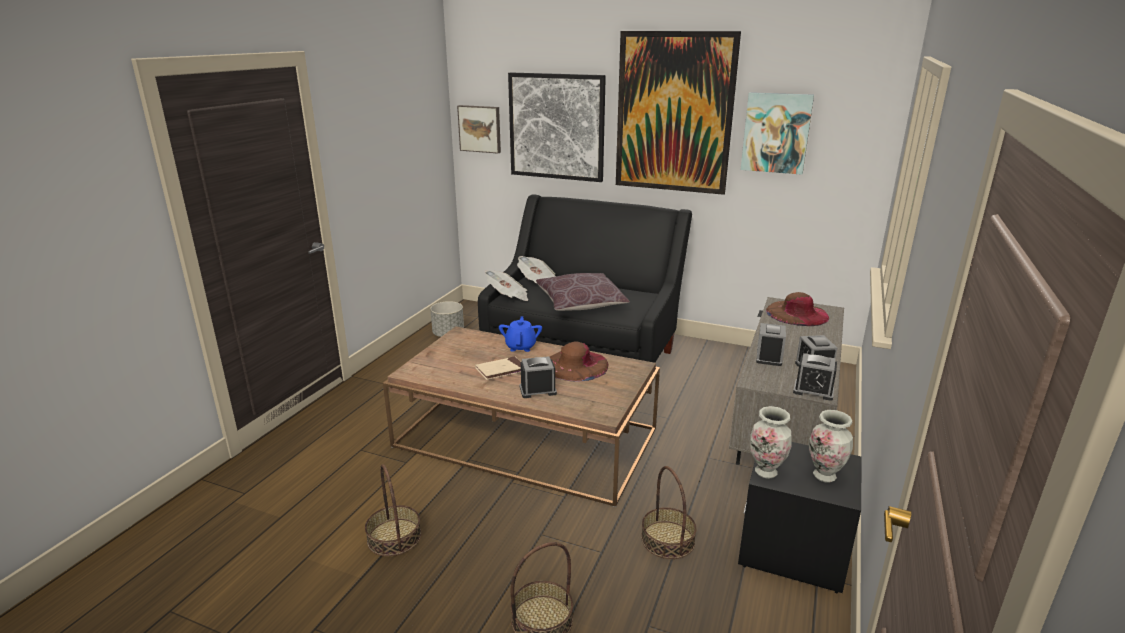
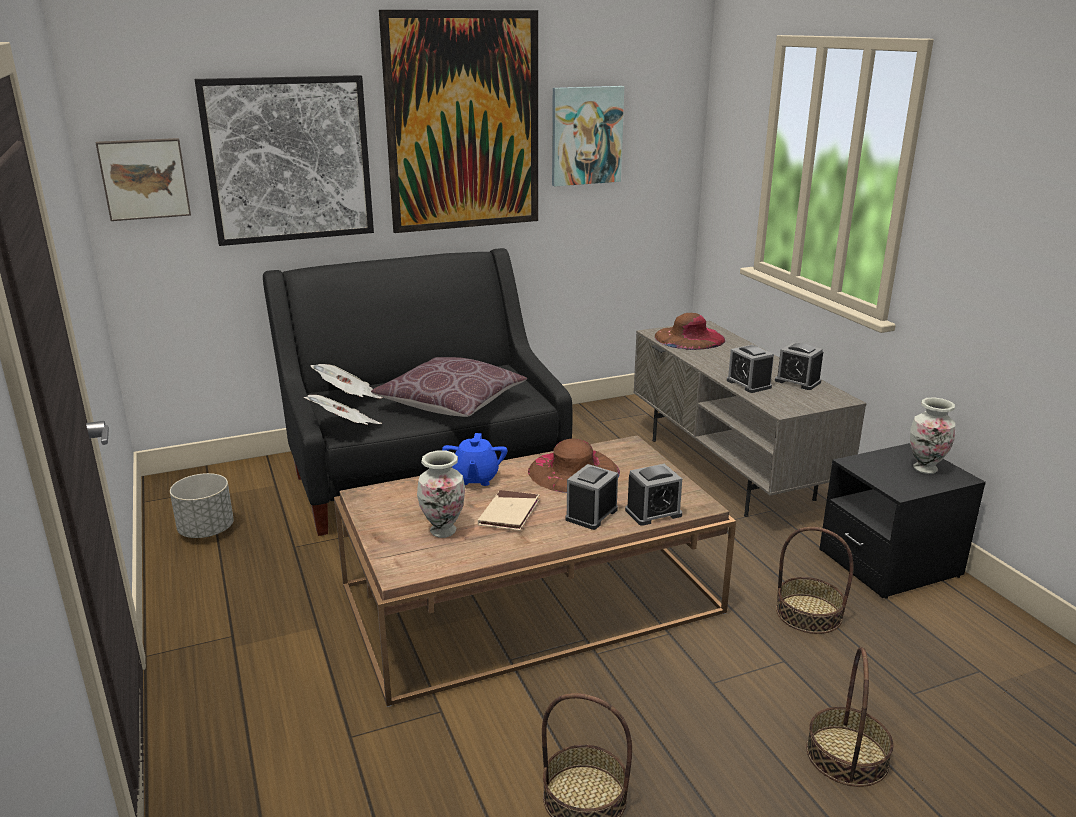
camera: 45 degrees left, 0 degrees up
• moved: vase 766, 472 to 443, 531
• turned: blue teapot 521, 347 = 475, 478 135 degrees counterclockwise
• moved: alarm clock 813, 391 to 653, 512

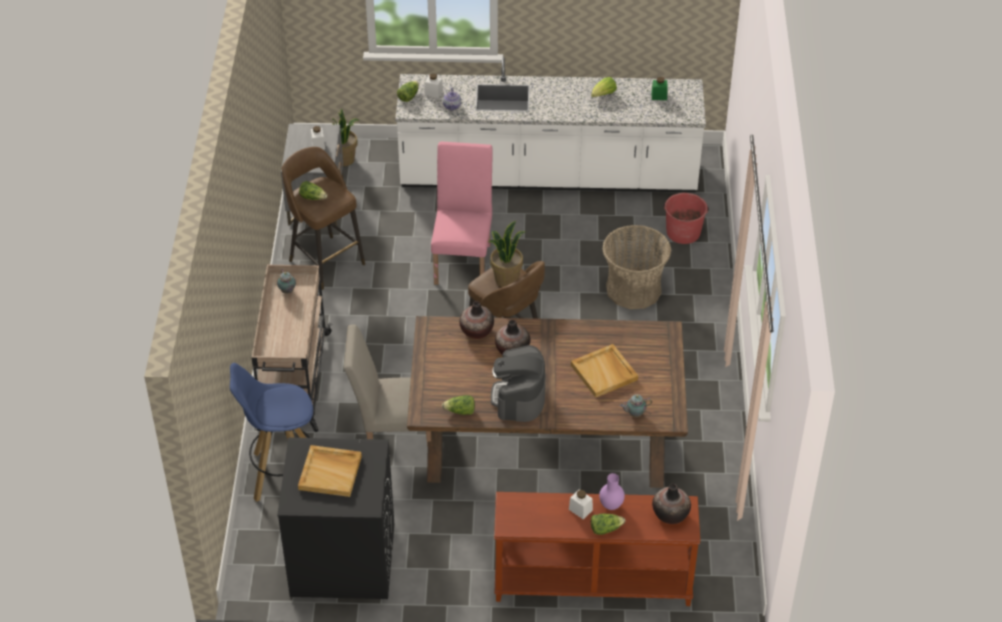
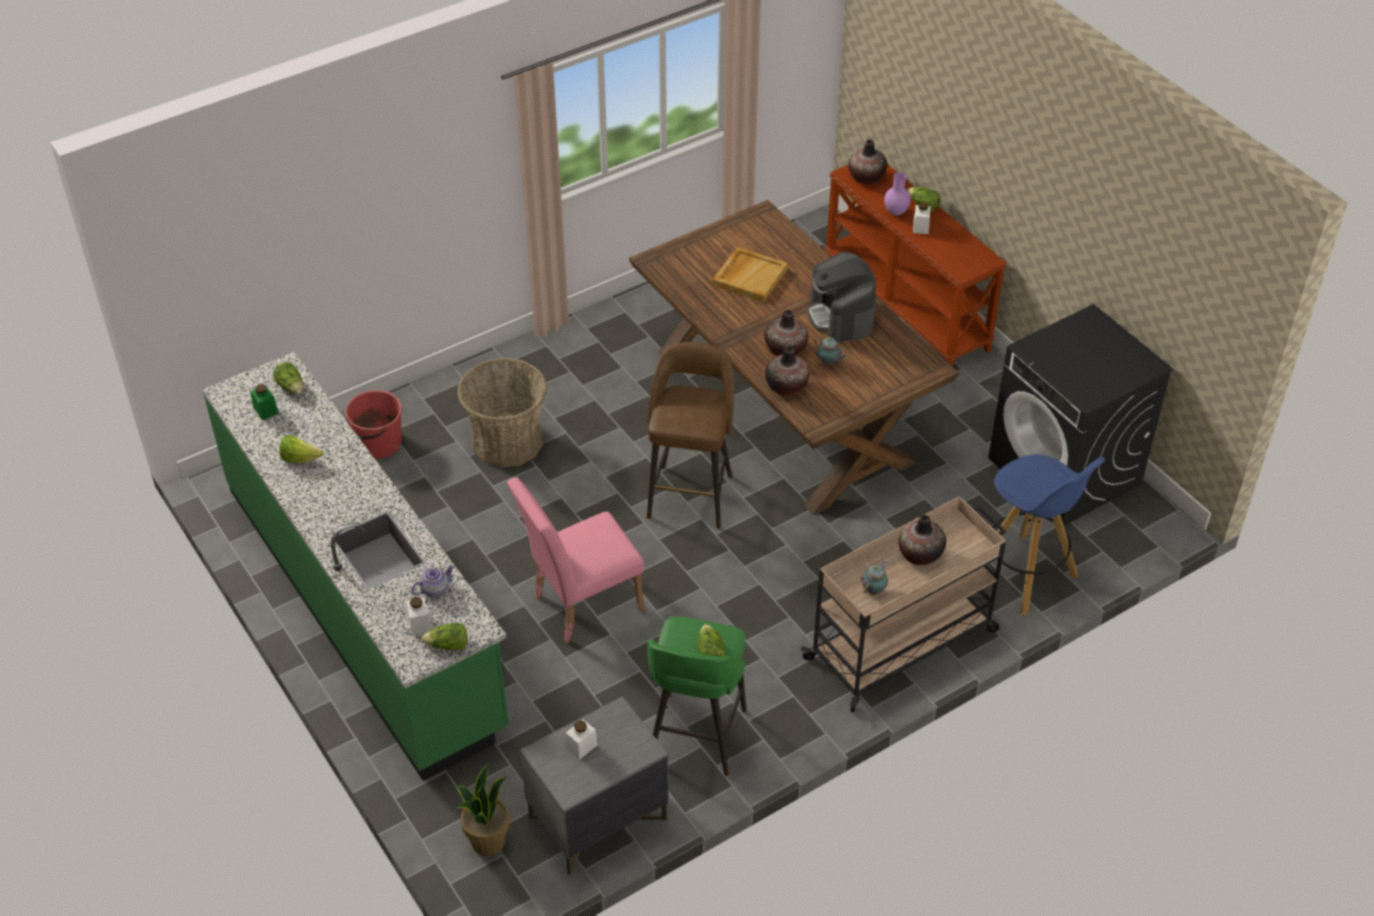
camera: 125 degrees left, 0 degrees up
• recoloured: white counter 548, 177 to green counter 364, 605
• moved: lettuce 460, 411 to 291, 387
• recoloured: brown stool 325, 261 to green stool 695, 737
• turned: coffee machine 519, 397 = 841, 316 105 degrees clockwise
• moved: teapot 634, 414 to 829, 363
• added: vase 920, 554
• removed: beige tray 331, 472
• removed: beige chair 393, 438
• removed: potted plant 506, 279

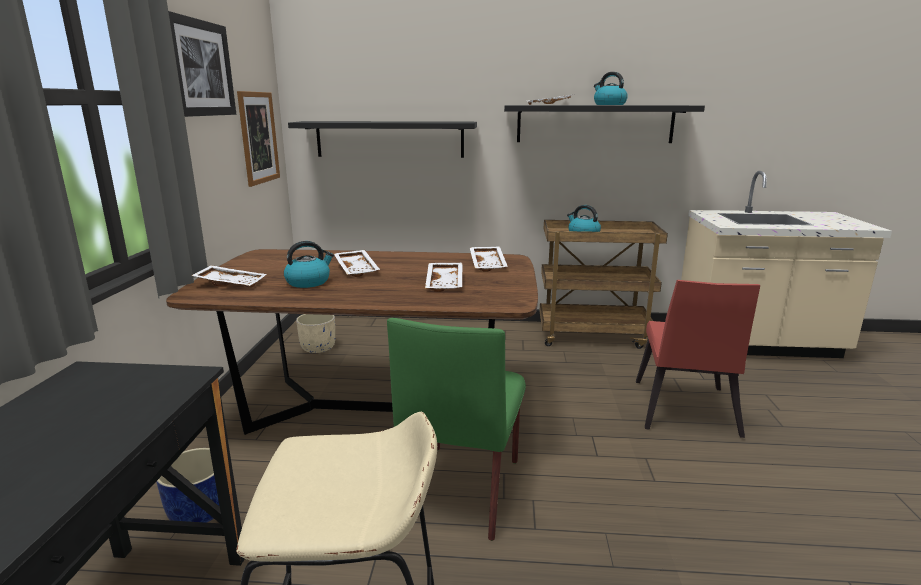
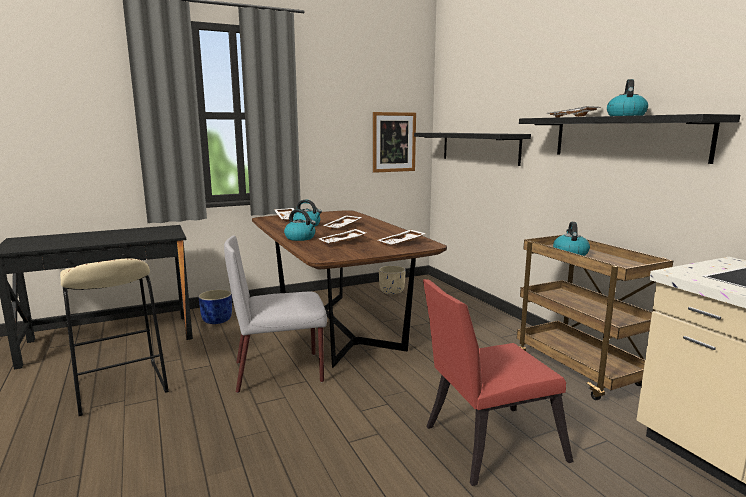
camera: 60 degrees right, 5 degrees down
• recoloured: green chair 461, 487 to grey chair 280, 371
• added: kettle 300, 238
• removed: picture 199, 68

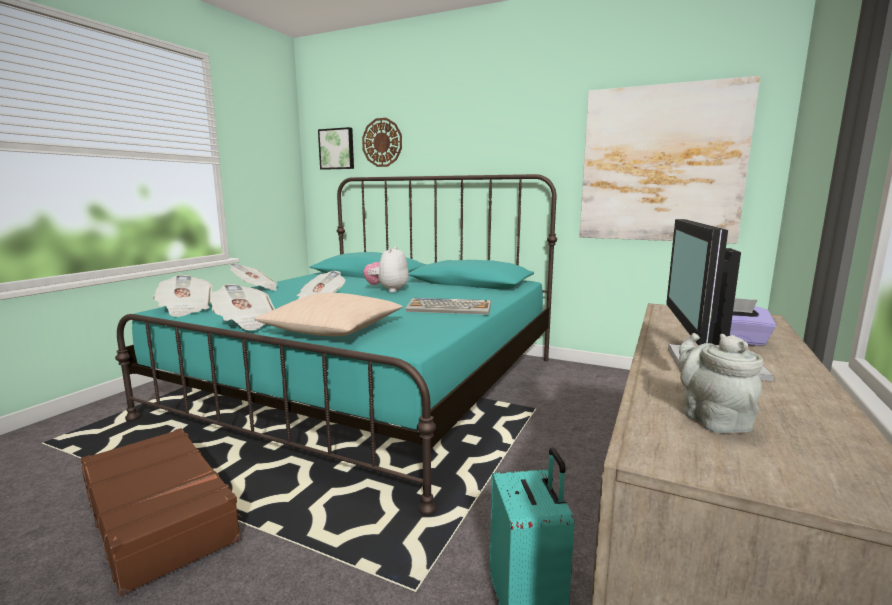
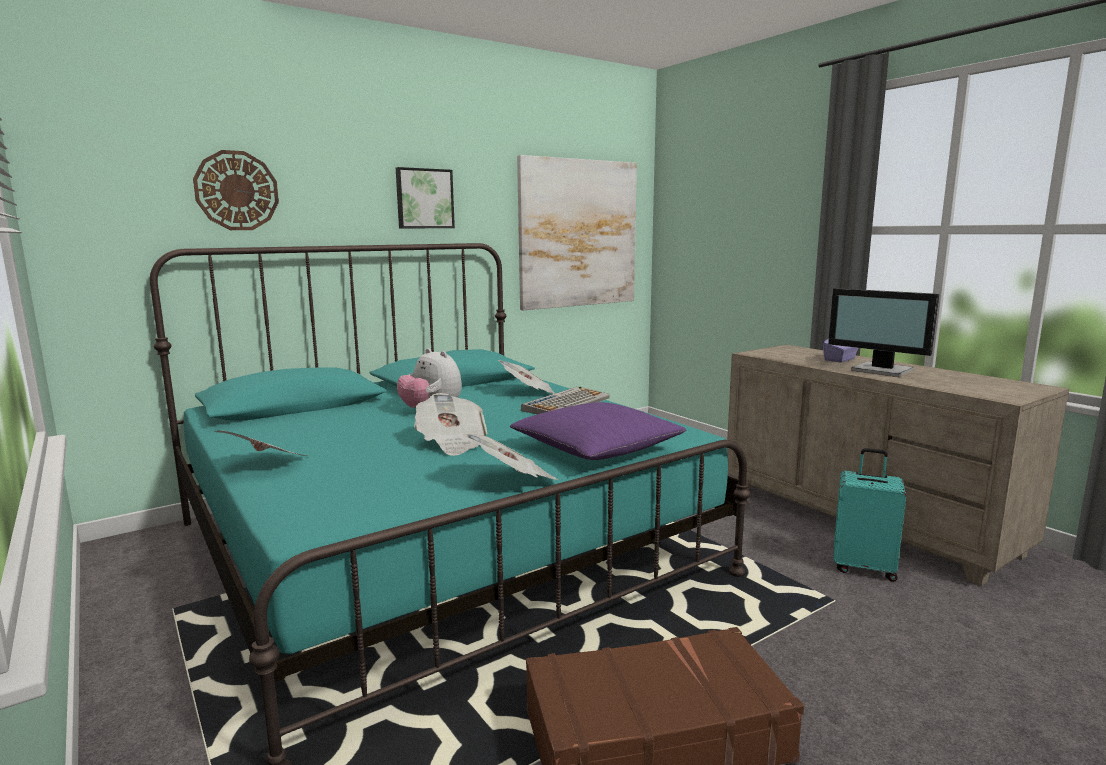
camera: 60 degrees left, 0 degrees up
• moved: picture 337, 149 to 424, 199
• moved: newspaper 185, 310 to 528, 392
• recoloured: beige pillow 334, 330 to purple pillow 596, 449
• removed: grey teapot 712, 419

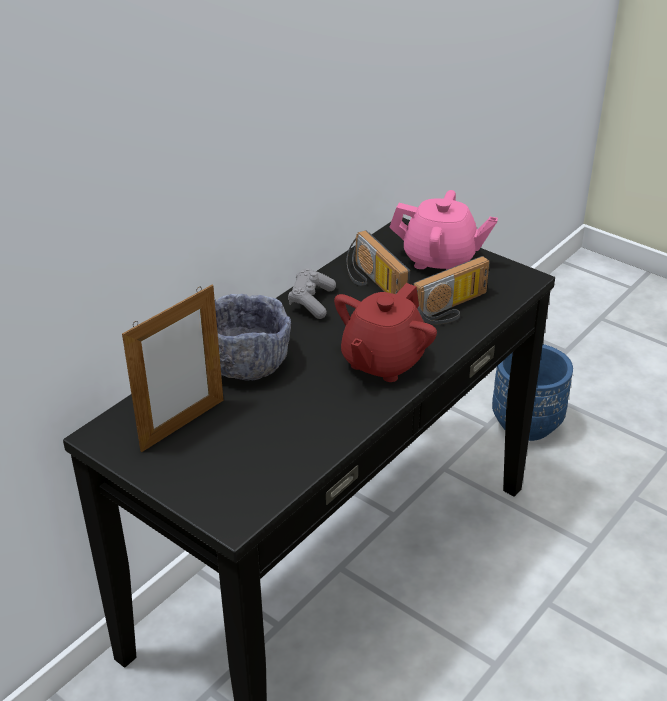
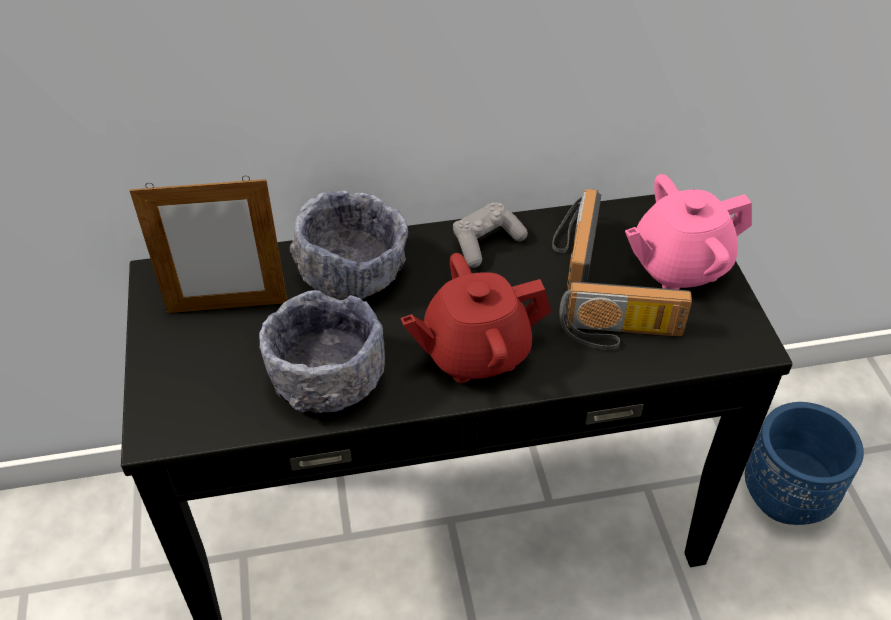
camera: 40 degrees right, 10 degrees up
• added: grey bowl 326, 378
• turned: pink teapot 440, 259 = 678, 266 105 degrees clockwise

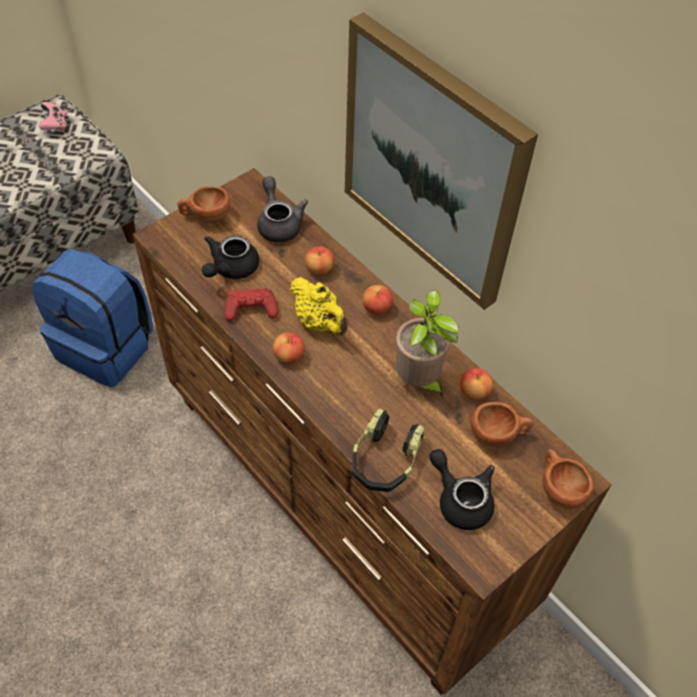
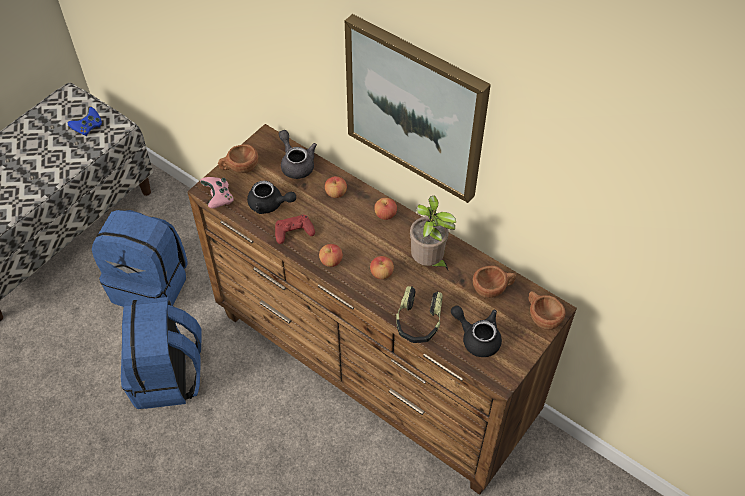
camera: 10 degrees left, 0 degrees up
• added: blue game controller 88, 128
• added: blue backpack 168, 377
• moved: pink game controller 55, 124 to 218, 198
• turned: black teapot 230, 269 = 270, 205 90 degrees counterclockwise
• moved: apple 474, 392 to 381, 273
• removed: yellow teapot 319, 322

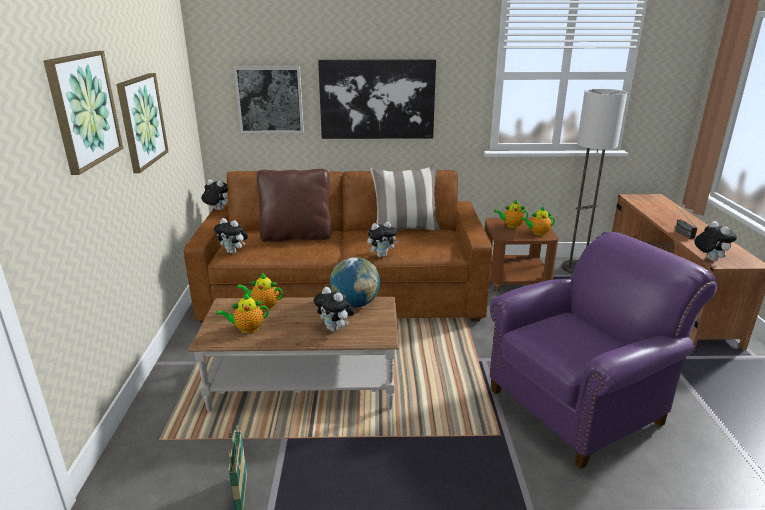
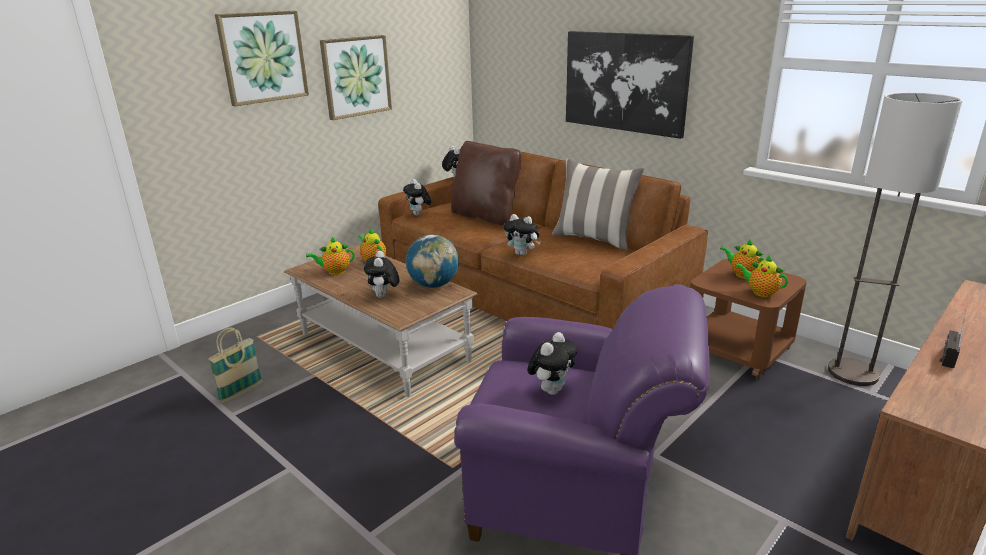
camera: 45 degrees right, 0 degrees up
• turned: teapot 247, 329 = 335, 272 45 degrees counterclockwise
• moved: plush toy 709, 259 to 551, 390
• removed: picture 270, 100

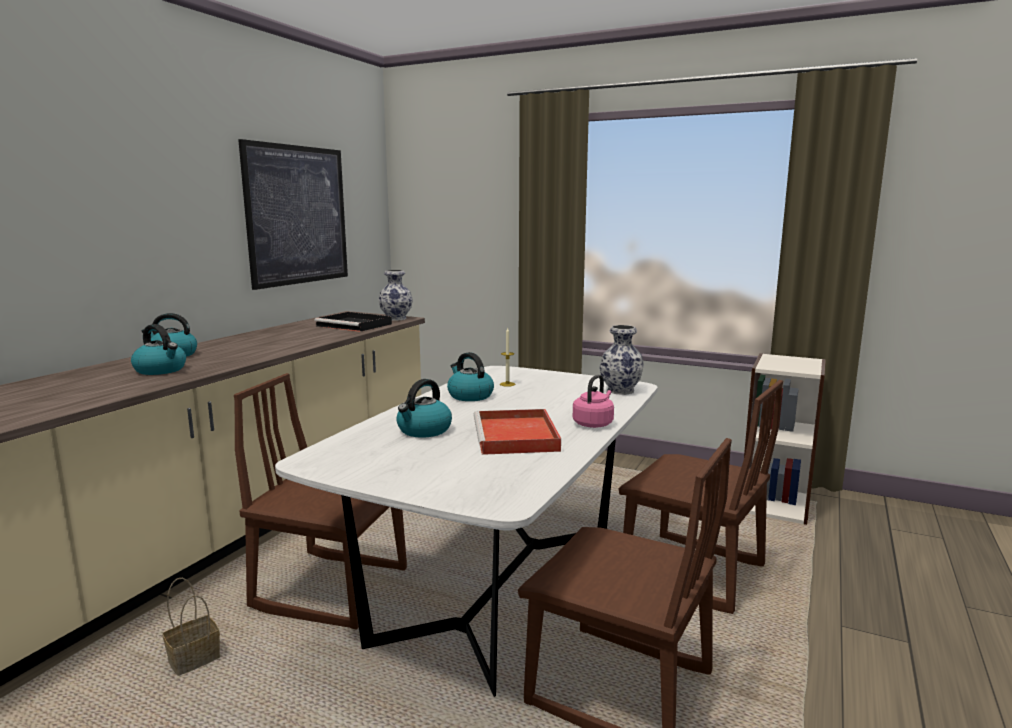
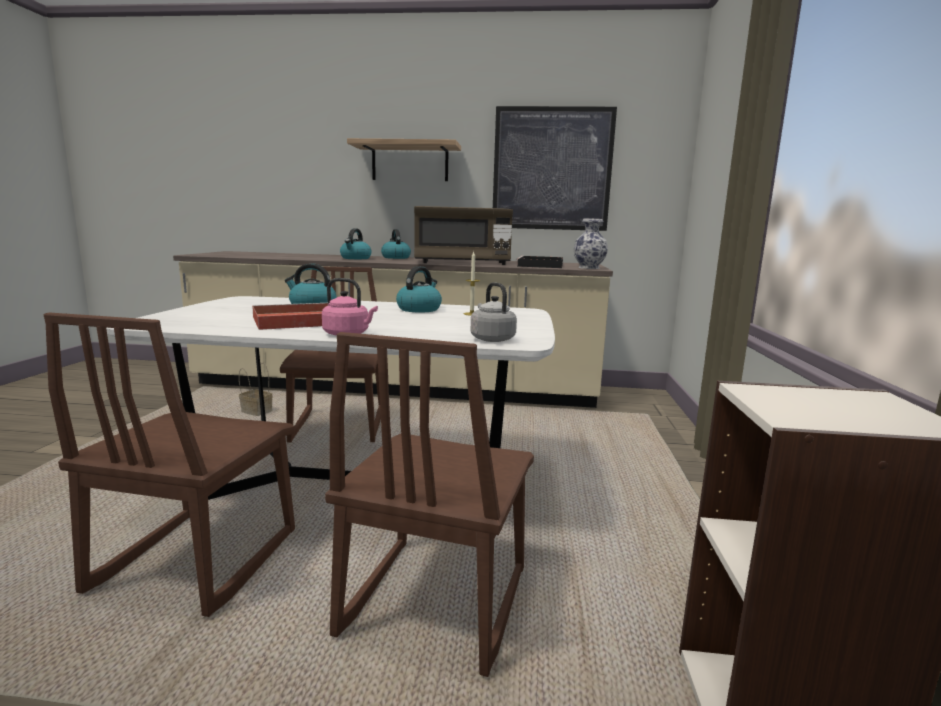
camera: 70 degrees right, 0 degrees up
• added: shelf 410, 162
• added: brown microwave 462, 263
• replaced: vase 620, 390 to grey kettle 491, 339

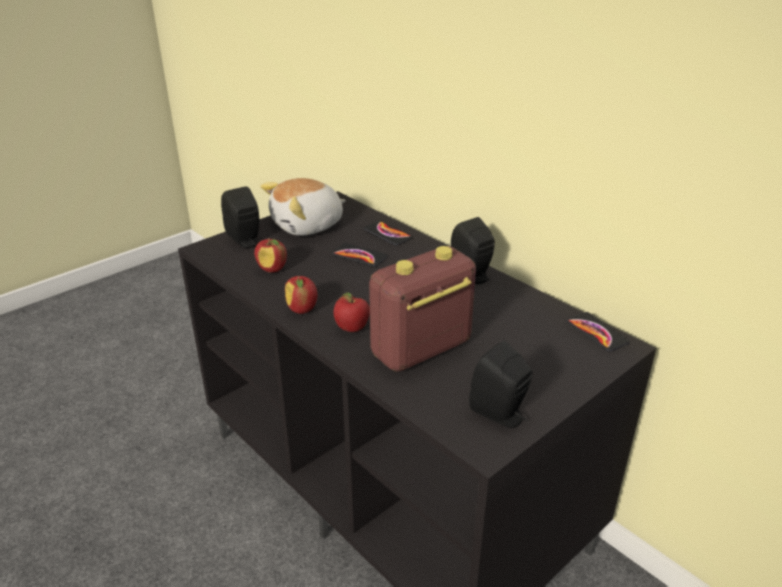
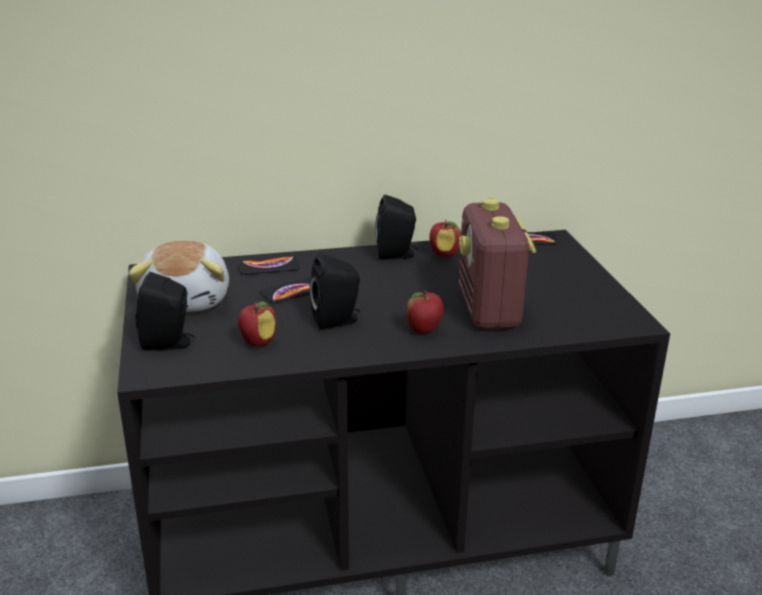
camera: 60 degrees left, 5 degrees down
• moved: black speaker 501, 415 to 337, 321
• moved: apple 302, 309 to 444, 254

